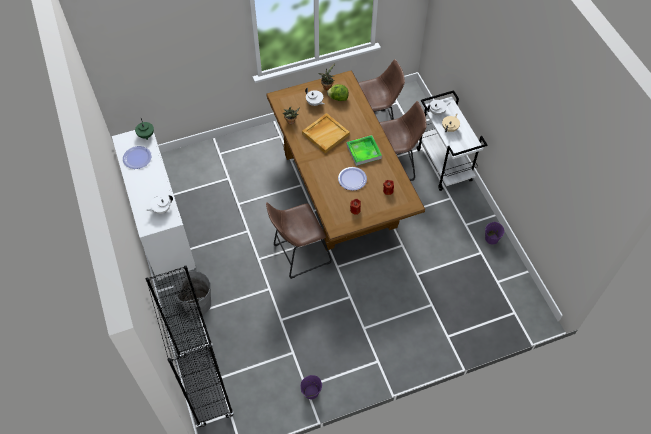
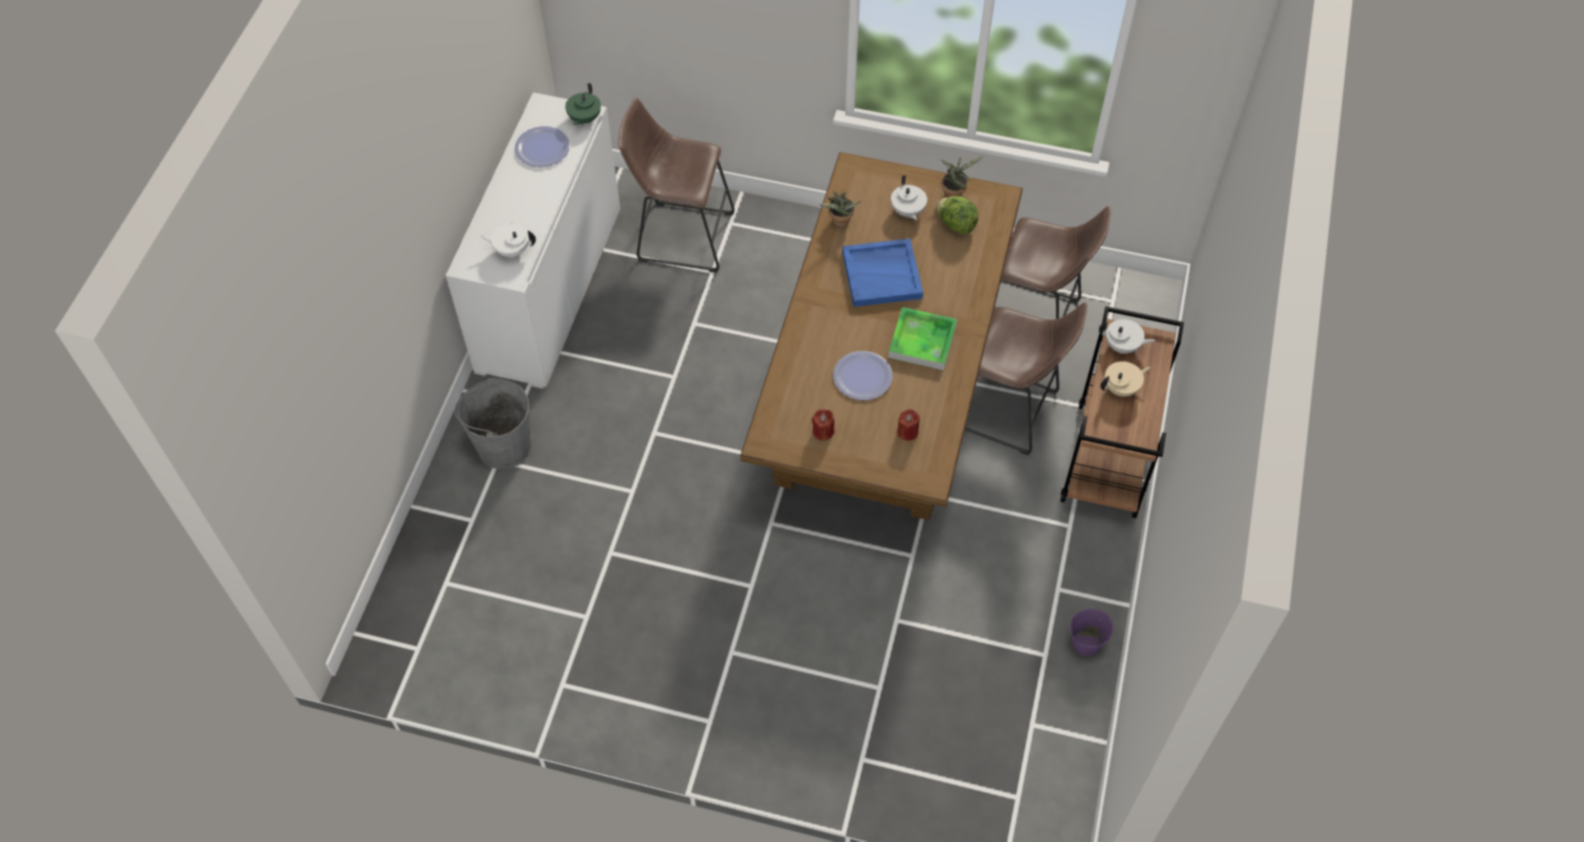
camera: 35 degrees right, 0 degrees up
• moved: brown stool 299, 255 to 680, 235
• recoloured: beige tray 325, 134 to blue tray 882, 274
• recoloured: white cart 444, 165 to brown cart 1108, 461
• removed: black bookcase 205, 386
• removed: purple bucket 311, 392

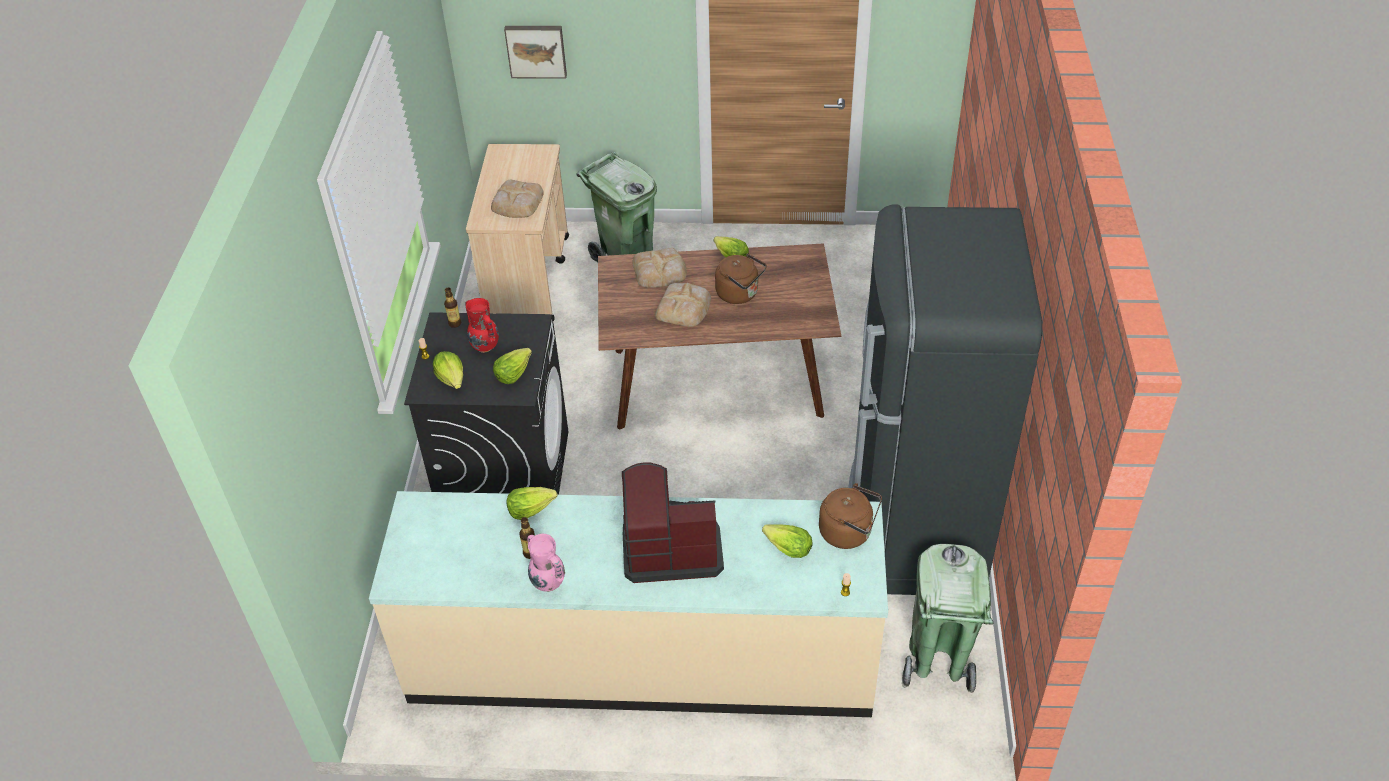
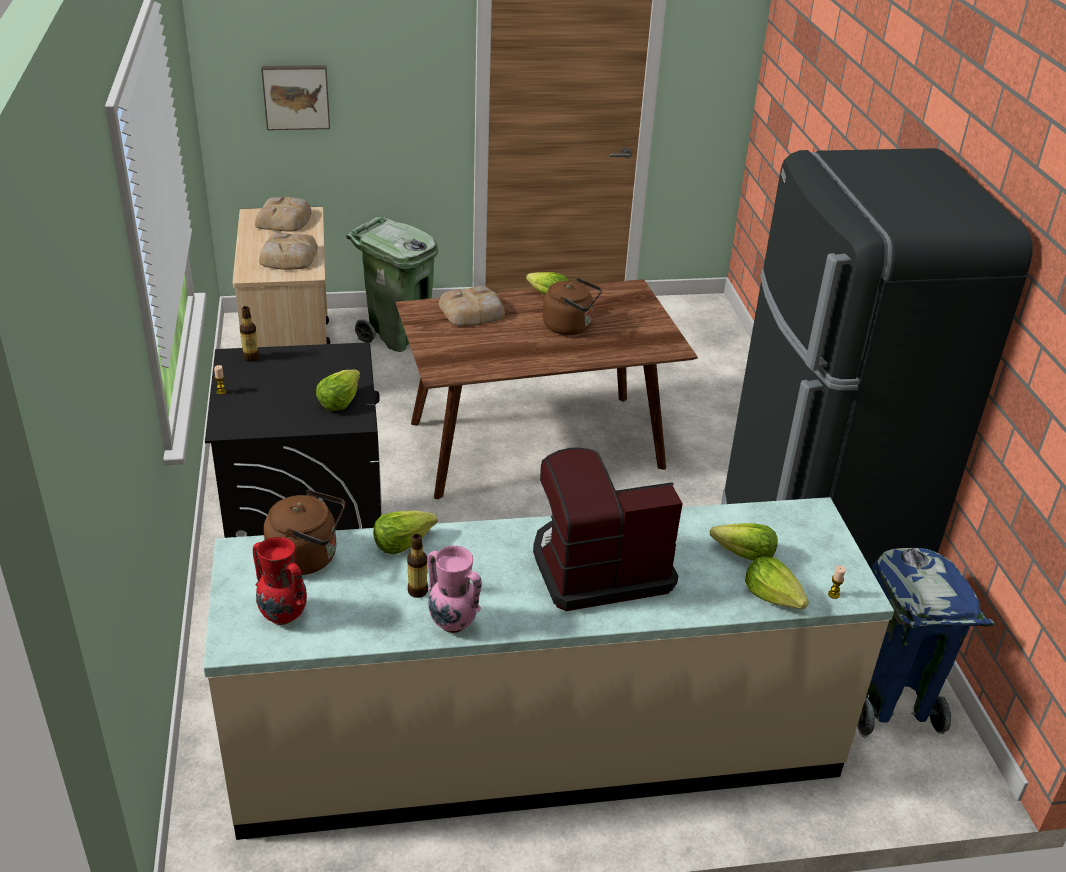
camera: 15 degrees left, 10 degrees down
• moved: red vase 485, 346 to 283, 615
• moved: bread 684, 308 to 284, 219
• moved: brown kettle 848, 533 to 308, 557
• moved: lettuce 452, 379 to 773, 597
• recoloured: green trash can 938, 660 to blue trash can 890, 703

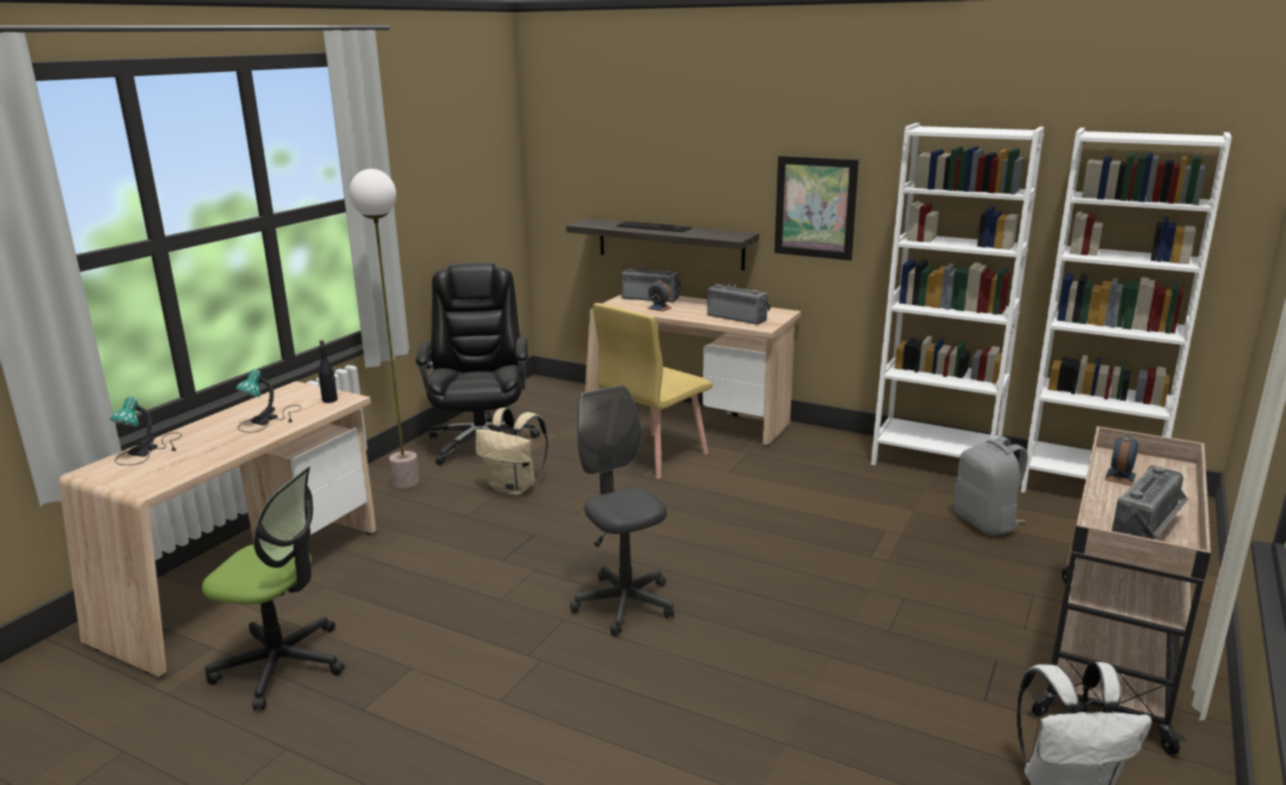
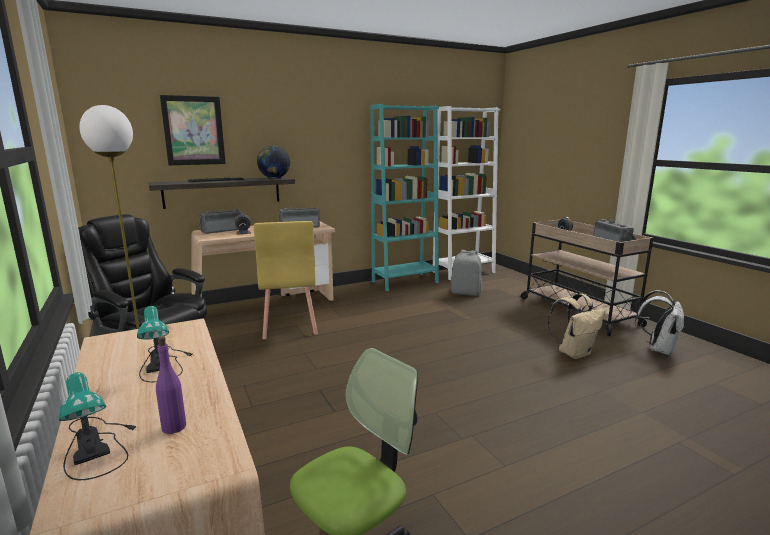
camera: 55 degrees left, 5 degrees down
• added: purple bottle 174, 427
• moved: picture 815, 207 to 193, 130
• added: globe 274, 178
• recoloured: white bookcase 934, 462 to turquoise bookcase 405, 282
• moved: beige backpack 514, 488 to 574, 353
• removed: black bottle 330, 400
• removed: grey office chair 624, 605

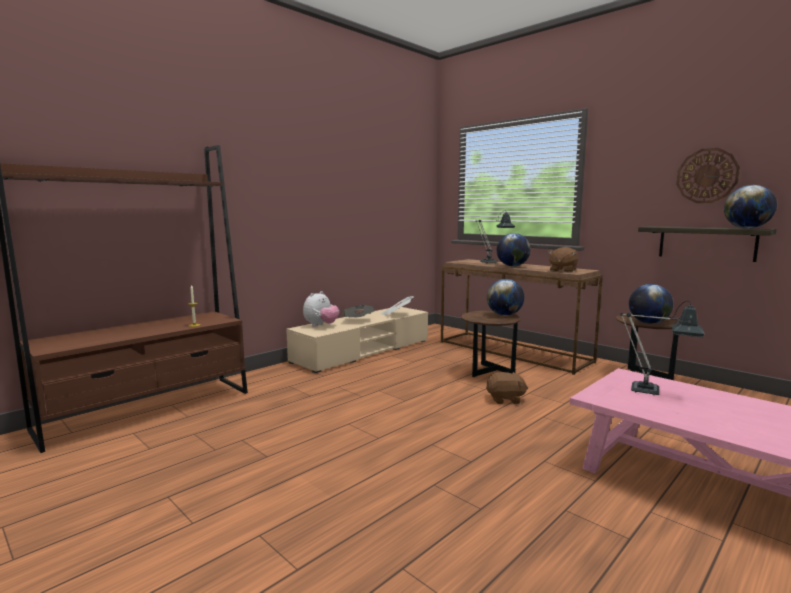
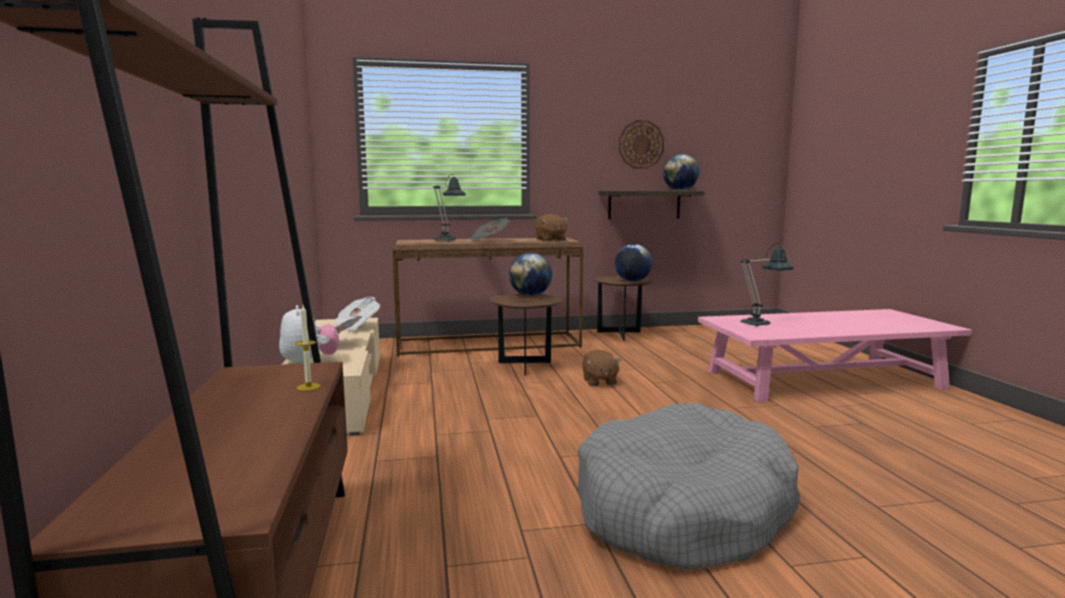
camera: 55 degrees left, 0 degrees up
• replaced: globe 512, 266 to newspaper 488, 241
• added: grey dog bed 682, 510
• turned: brown plush toy 505, 399 = 599, 381 135 degrees clockwise

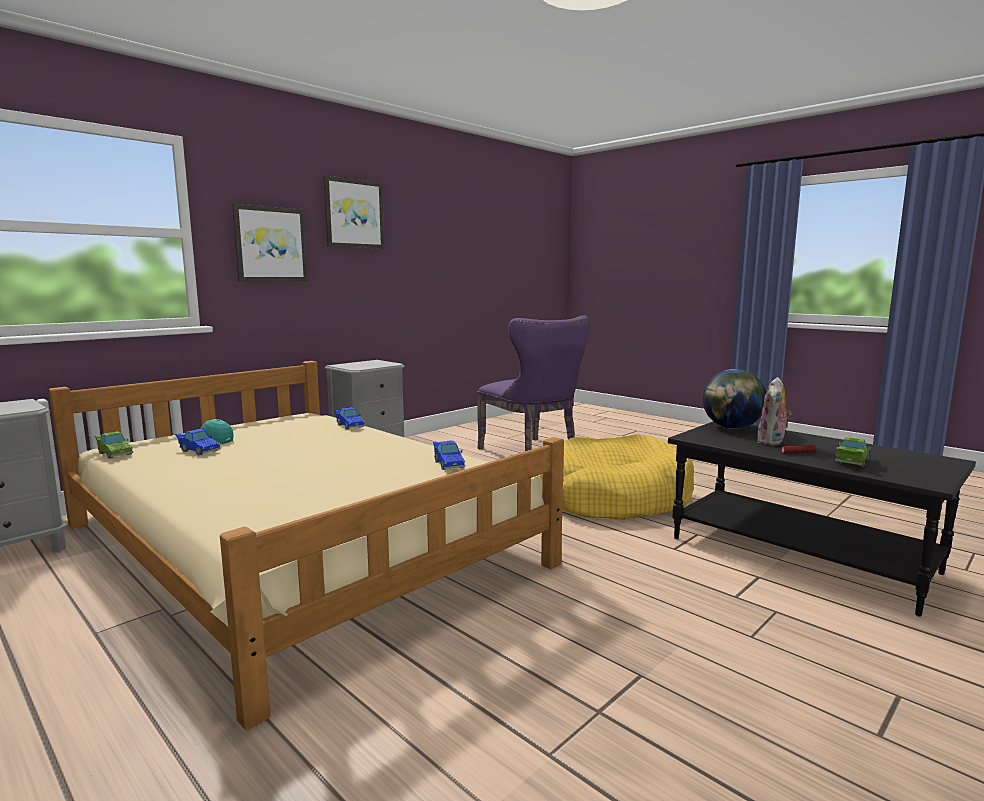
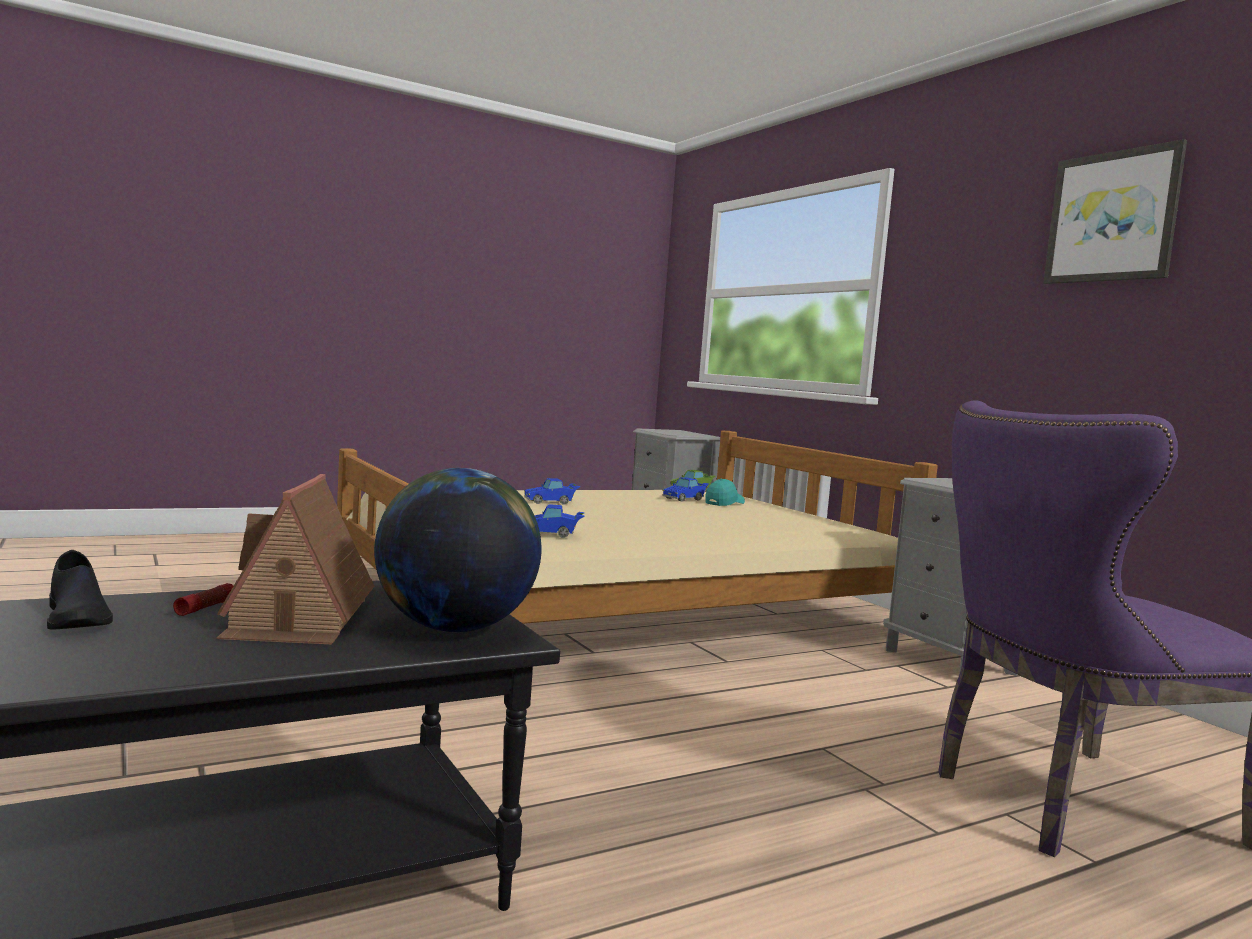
camera: 105 degrees right, 5 degrees down
• replaced: green toy car 851, 462 to black shoe 77, 617
• replaced: plush toy 772, 442 to toy house 298, 617
• moved: blue toy car 349, 425 to 551, 502
• removed: picture 270, 244
• removed: yellow dog bed 614, 497

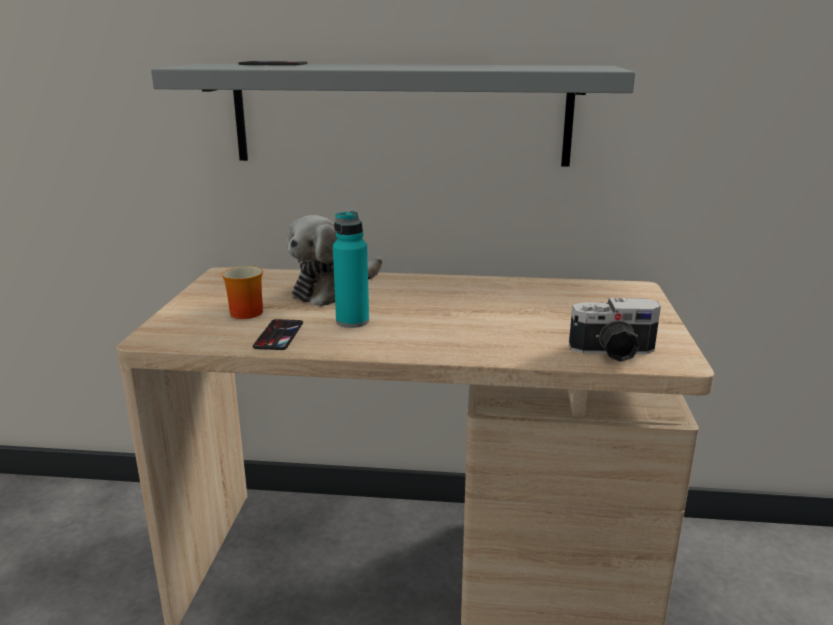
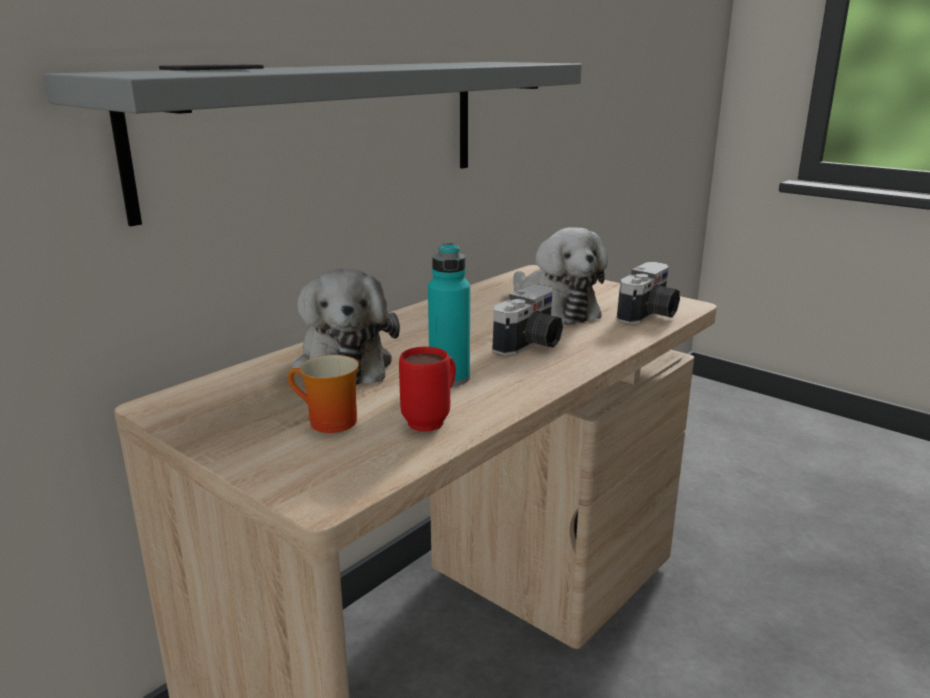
camera: 55 degrees left, 0 degrees up
• replaced: phone 278, 335 to red mug 432, 420
• added: photo camera 531, 344
• added: plush toy 553, 309

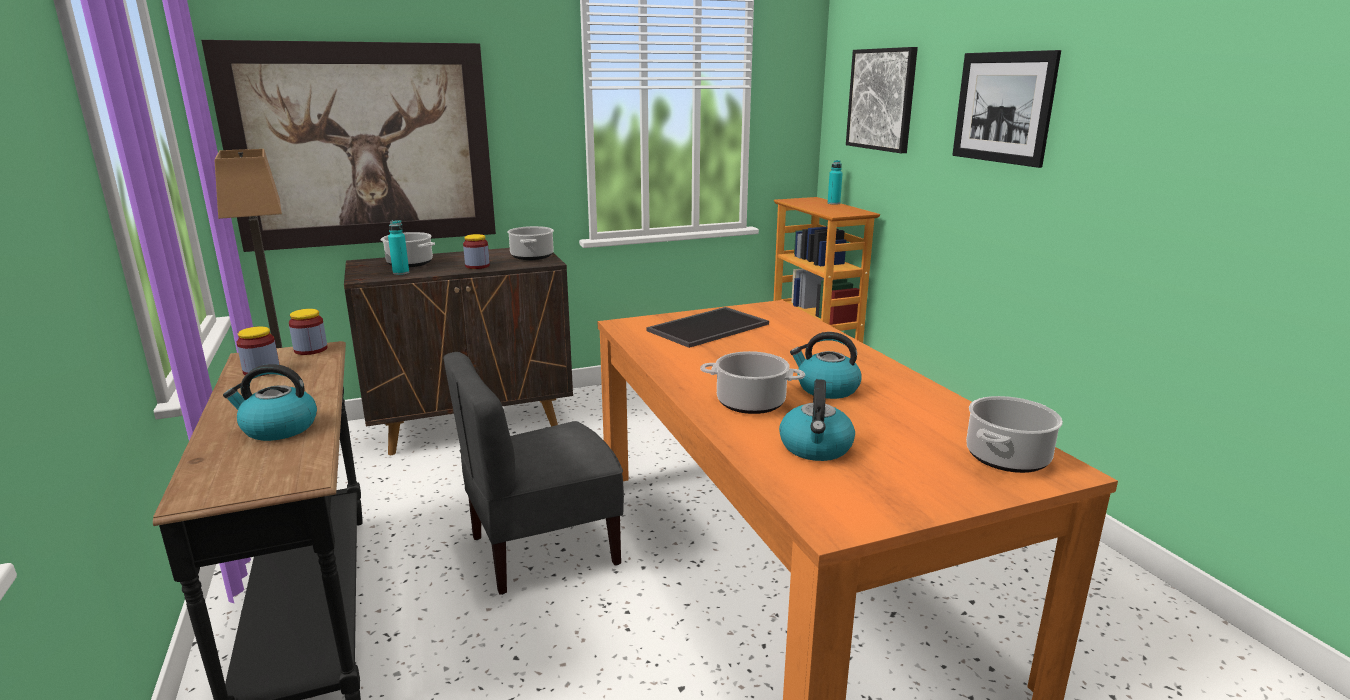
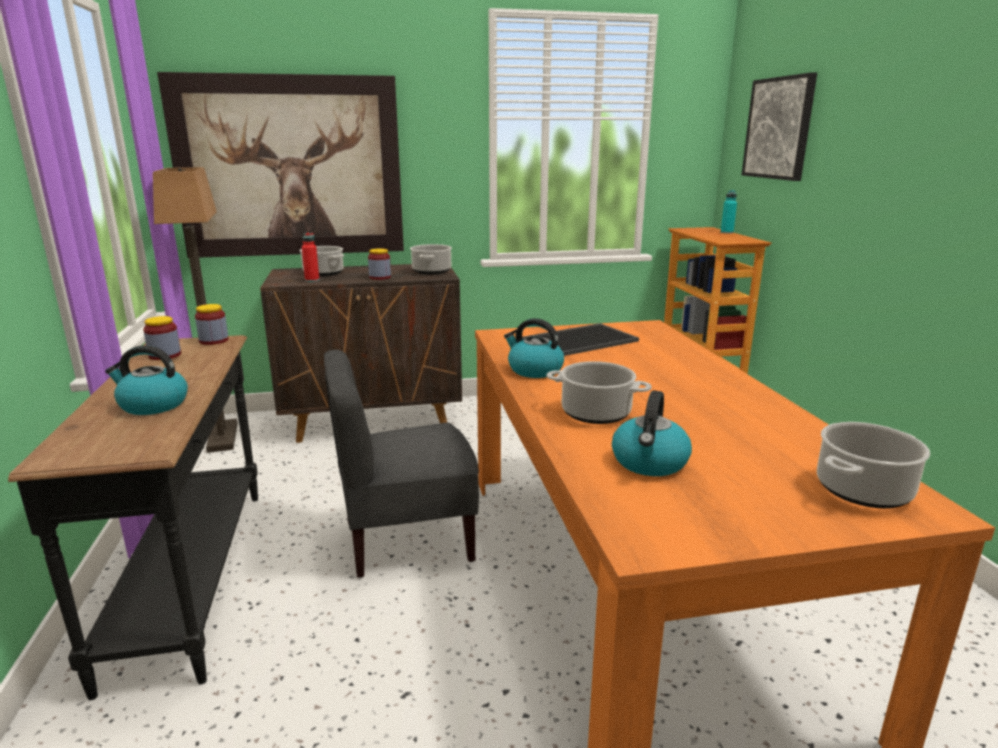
camera: 10 degrees right, 0 degrees up
• recoloured: turquoise bottle 401, 273 to red bottle 312, 280
• moved: kettle 826, 389 to 534, 370
• removed: picture 1003, 107

